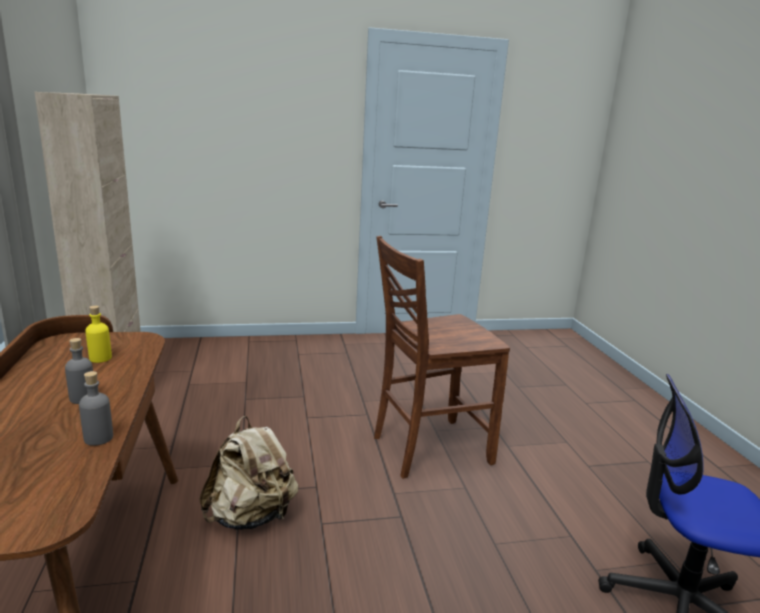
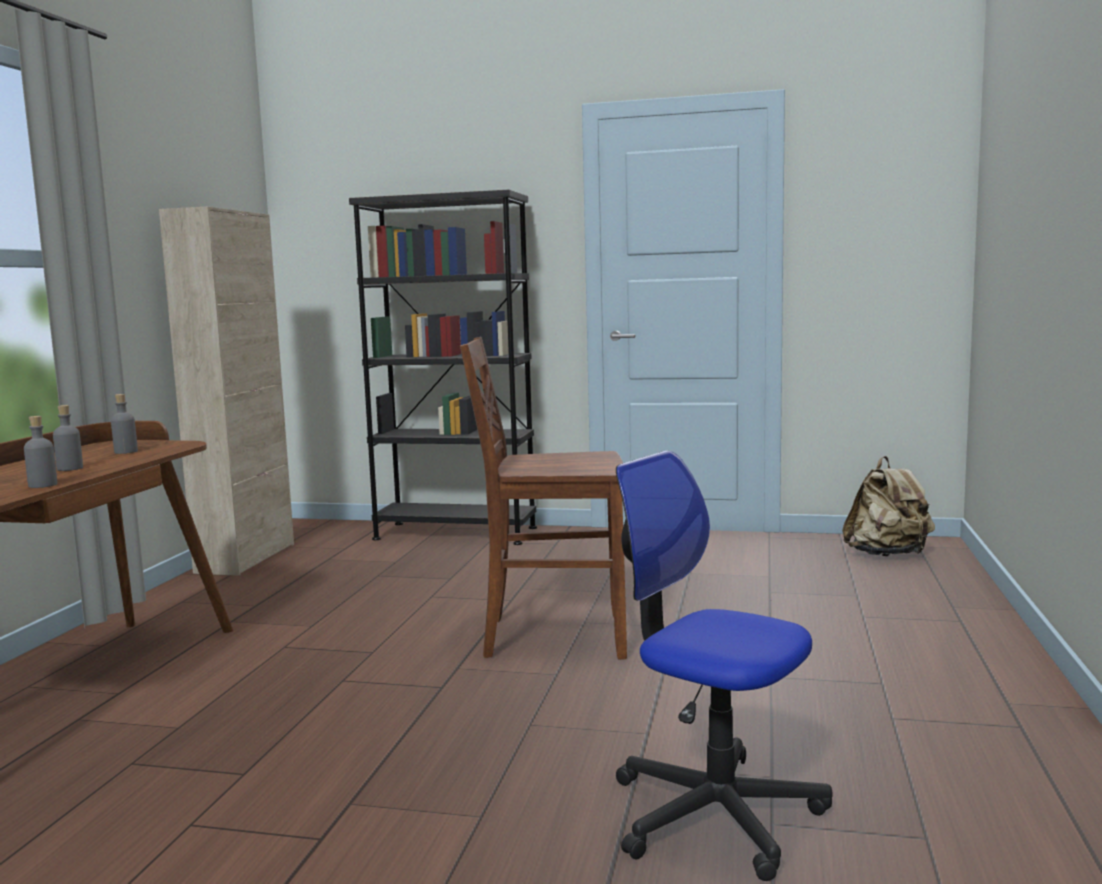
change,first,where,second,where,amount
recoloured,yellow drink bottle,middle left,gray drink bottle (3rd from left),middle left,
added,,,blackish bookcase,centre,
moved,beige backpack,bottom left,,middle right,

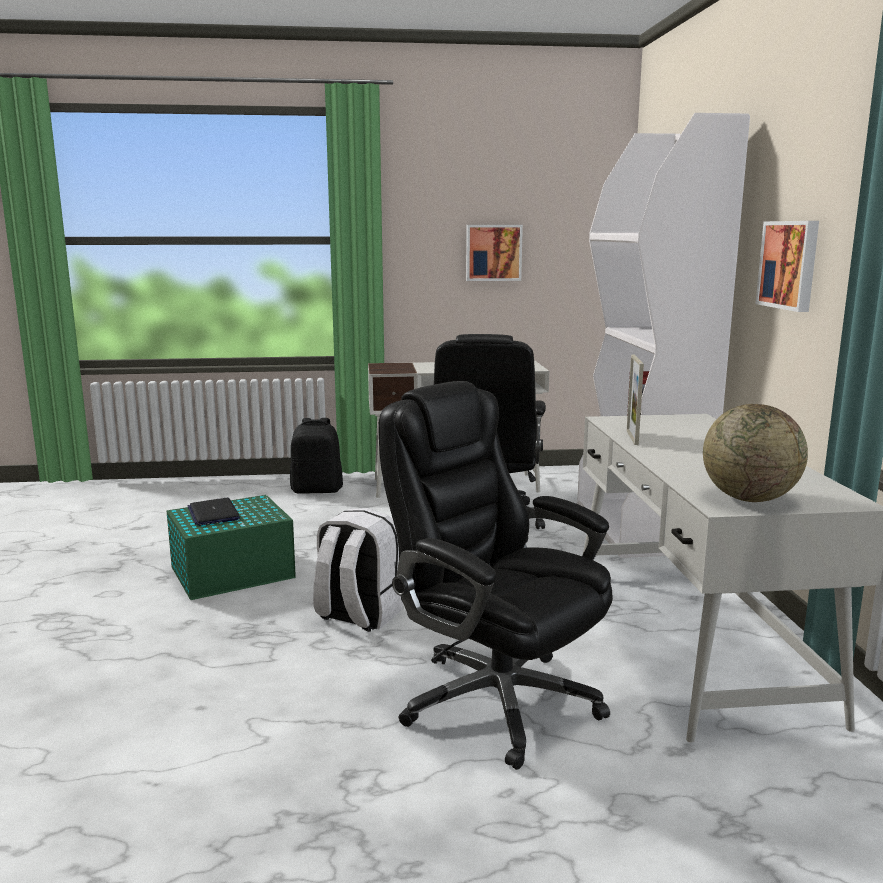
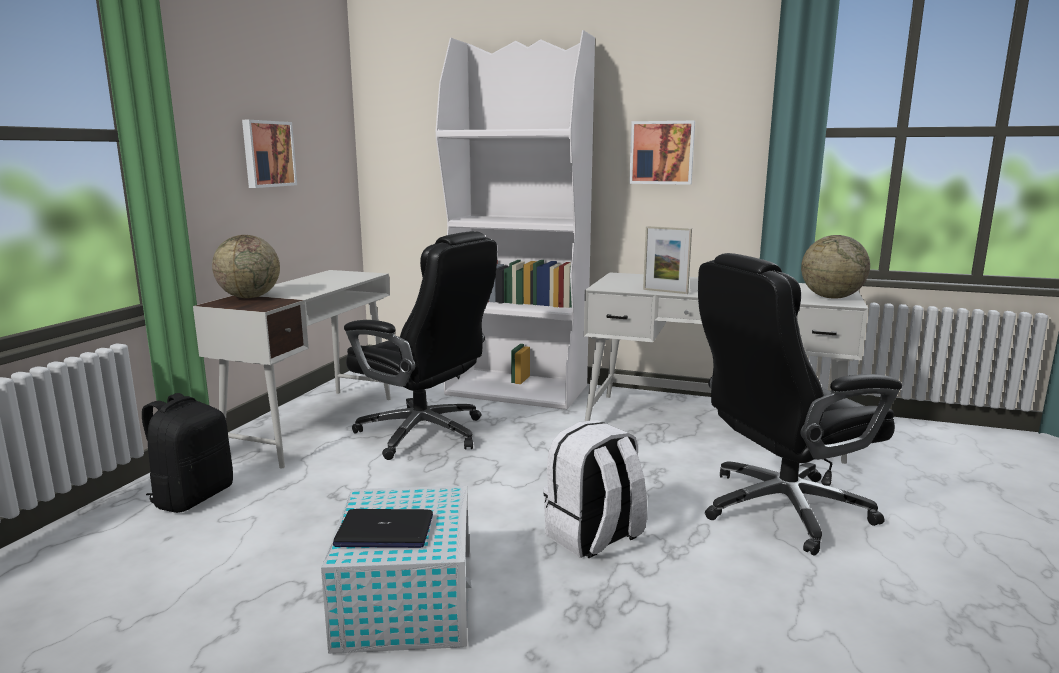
change,first,where,second,where,amount
added,,,world globe (1st from left),middle left,
recoloured,greenish storage container,middle left,whitish storage container,bottom centre,

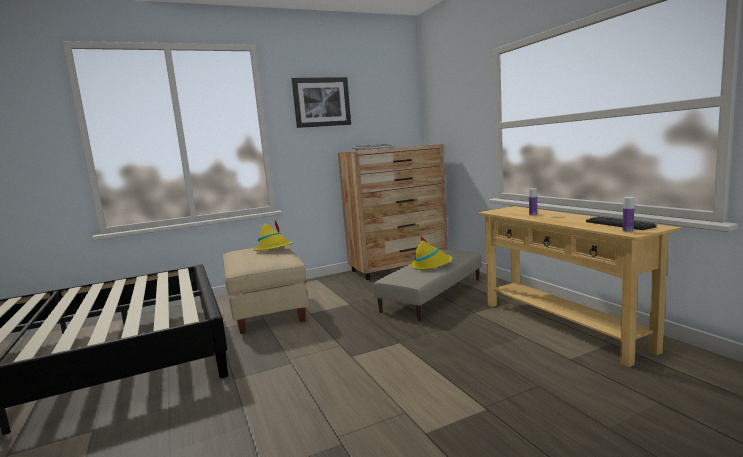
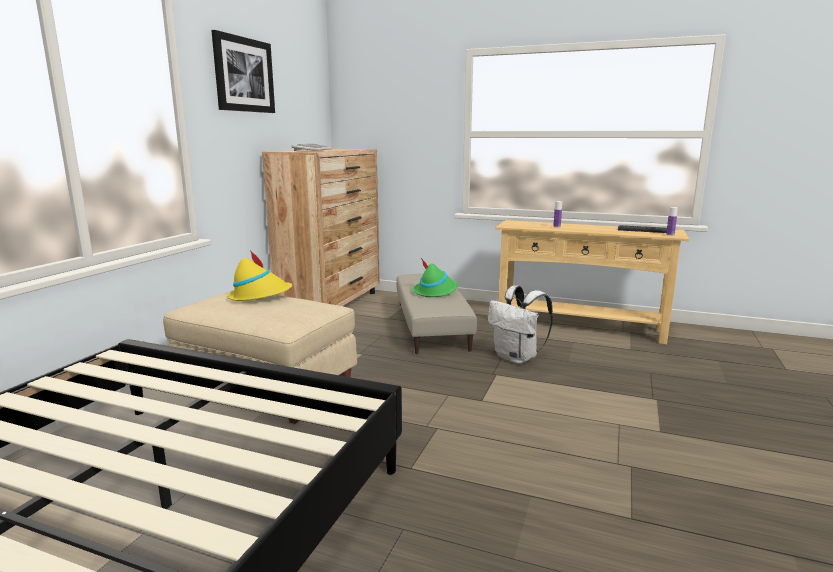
change,first,where,second,where,amount
recoloured,yellow hat (2nd from left),centre,greenish hat,centre,
added,,,whitish backpack,centre,

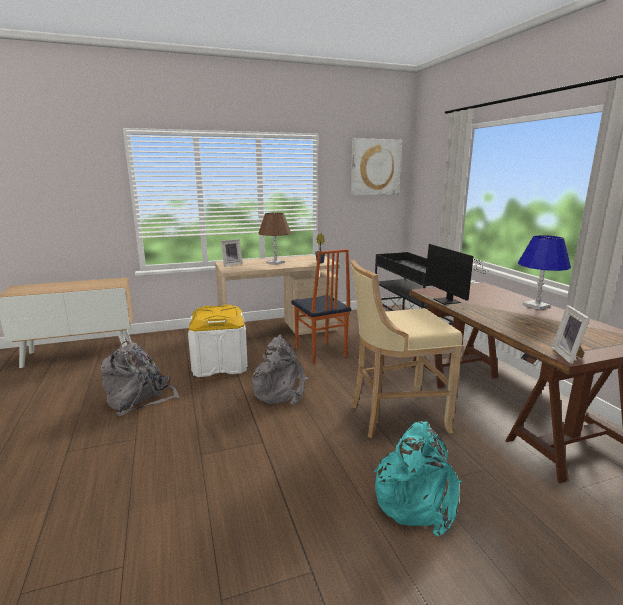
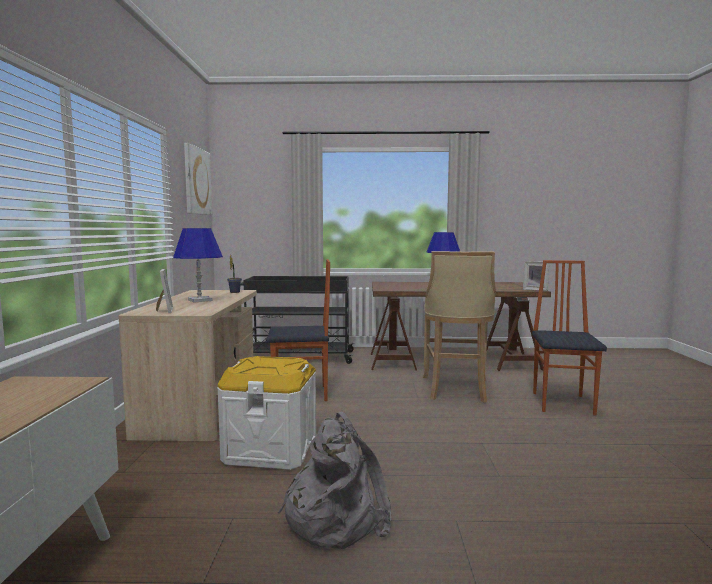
change,first,where,second,where,amount
recoloured,brown tabletop lamp,centre,bluish tabletop lamp (1st from left),middle left,
replaced,blue-green backpack,bottom right,upright chair (2nd from left),middle right,
removed,gray backpack (2nd from left),centre,,,
removed,computer display,middle right,,,

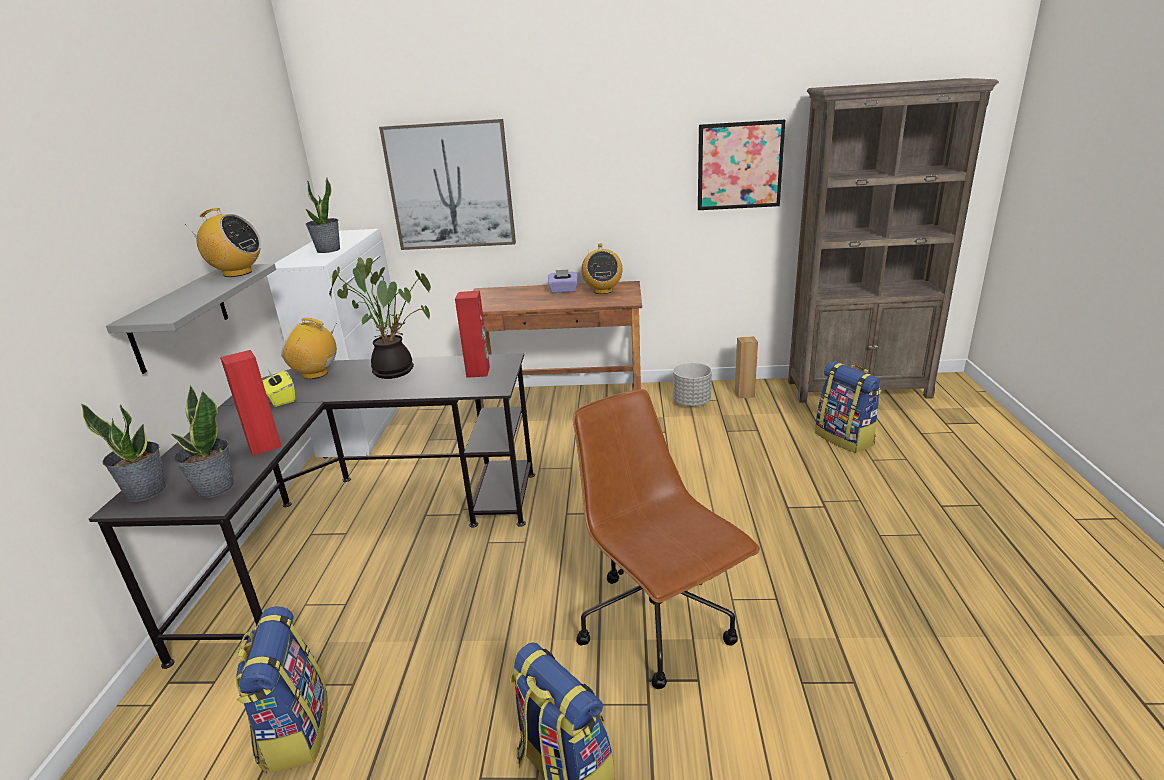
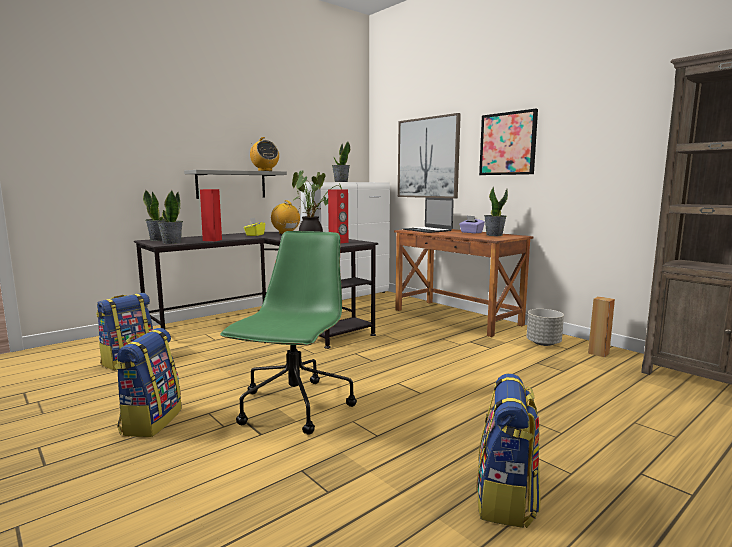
change,first,where,second,where,amount
recoloured,brown office chair,bottom centre,greenish office chair,centre,
added,,,notebook computer,centre,
moved,backpack (3rd from left),middle right,,bottom right,
moved,picture (2nd from left),top centre,,top right,
replaced,radio (3rd from left),centre,houseplant (5th from left),middle right,

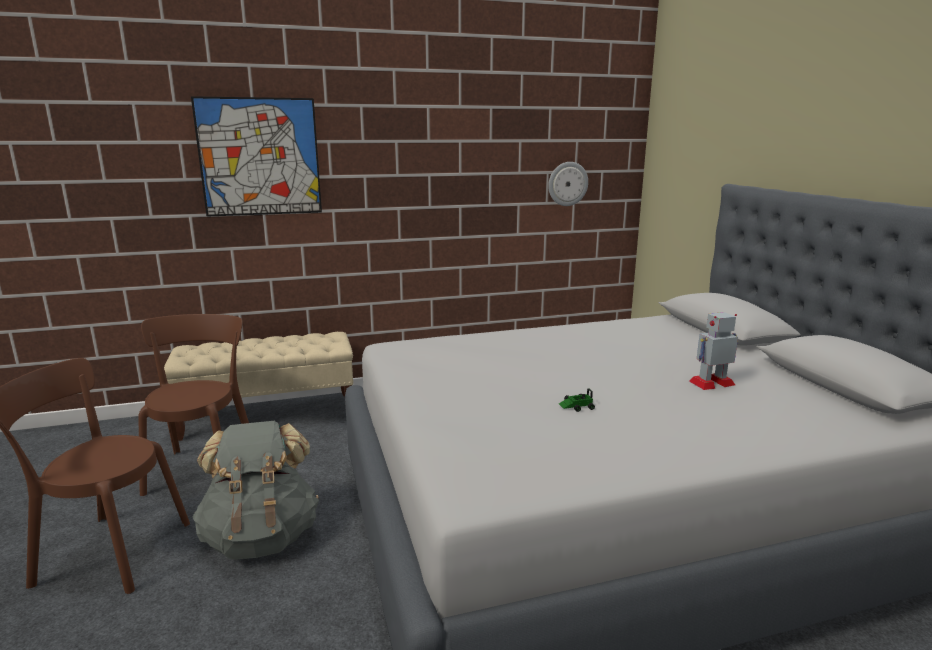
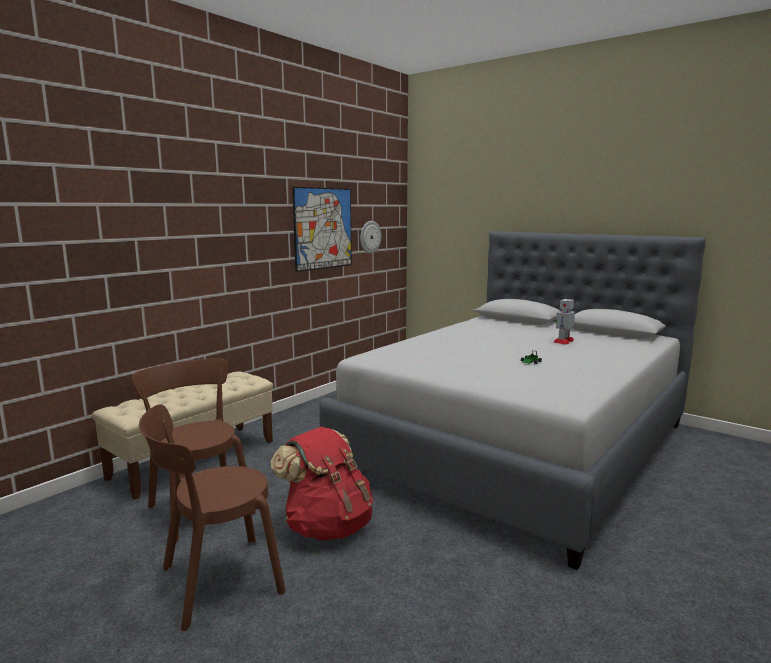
change,first,where,second,where,amount
recoloured,gray backpack,bottom left,reddish backpack,bottom centre,
moved,picture,top left,,centre,

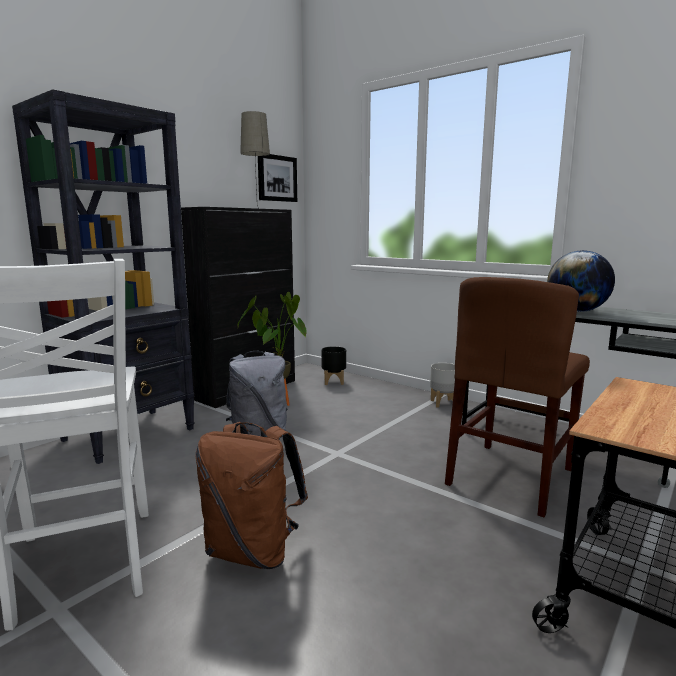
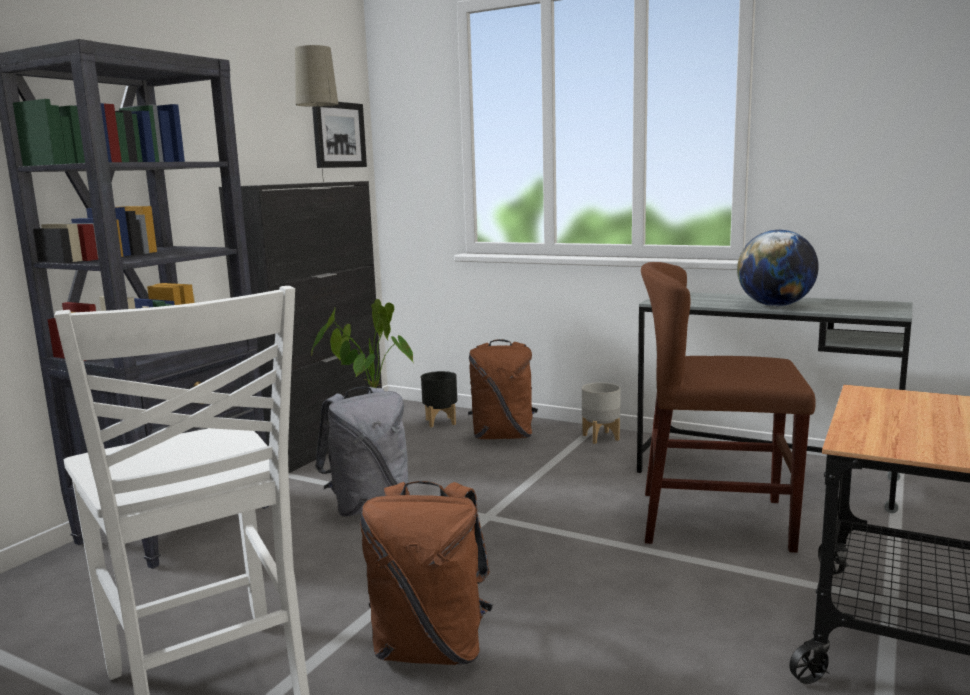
change,first,where,second,where,amount
added,,,brown backpack (2nd from left),centre,
turned,brown upright chair,middle right,,middle right,75 degrees clockwise

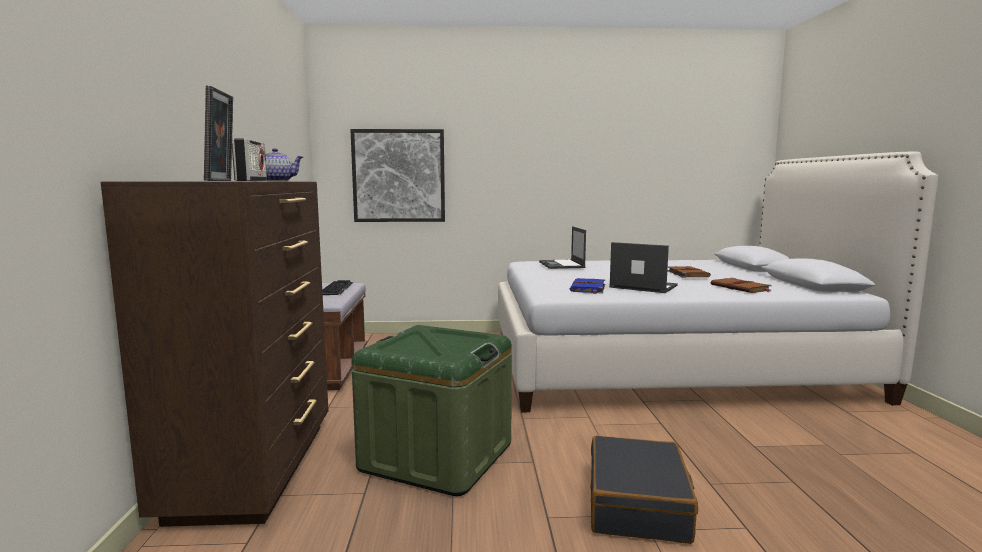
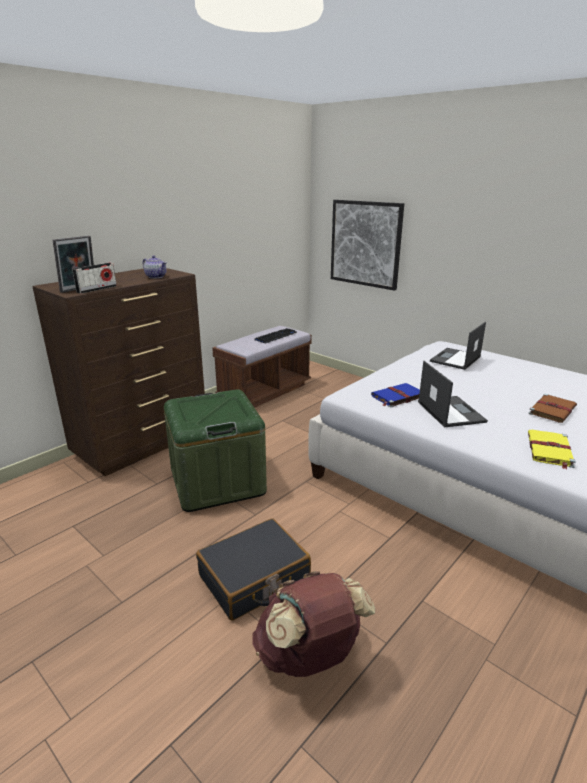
change,first,where,second,where,amount
added,,,brown backpack,bottom centre,
recoloured,brown volume (2nd from left),middle right,yellow volume,middle right,

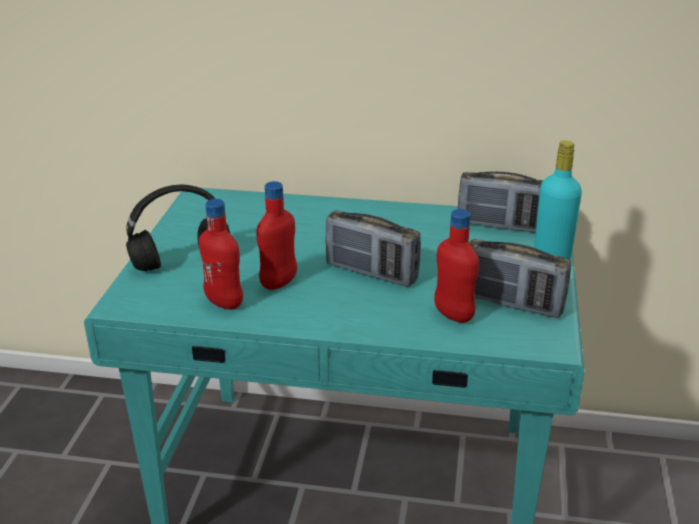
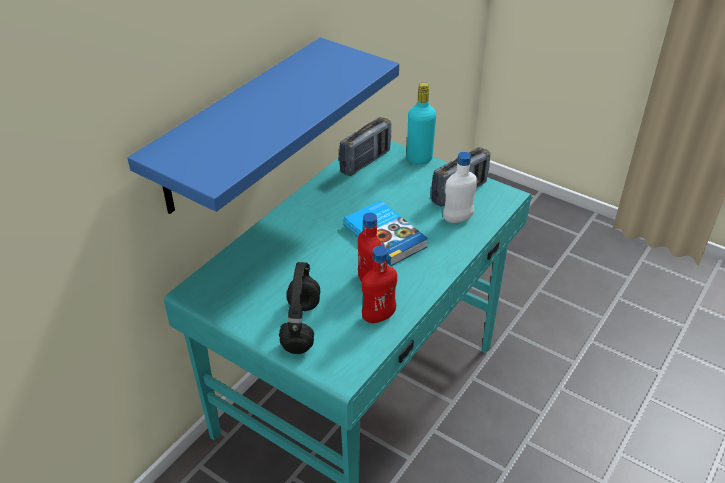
change,first,where,second,where,amount
added,,,bluish bracket shelf,top centre,
replaced,radio (1st from left),centre,volume,centre,
recoloured,reddish drink bottle (3rd from left),centre,whitish drink bottle,centre,

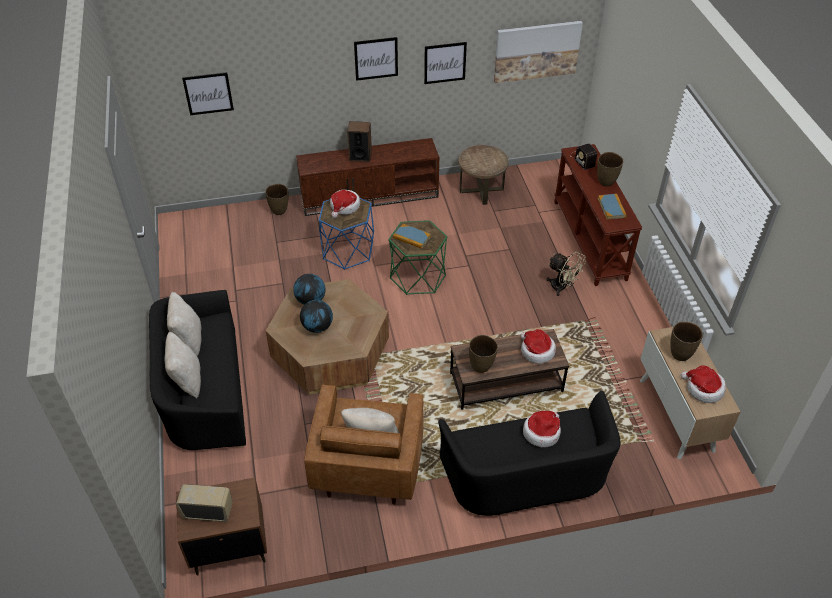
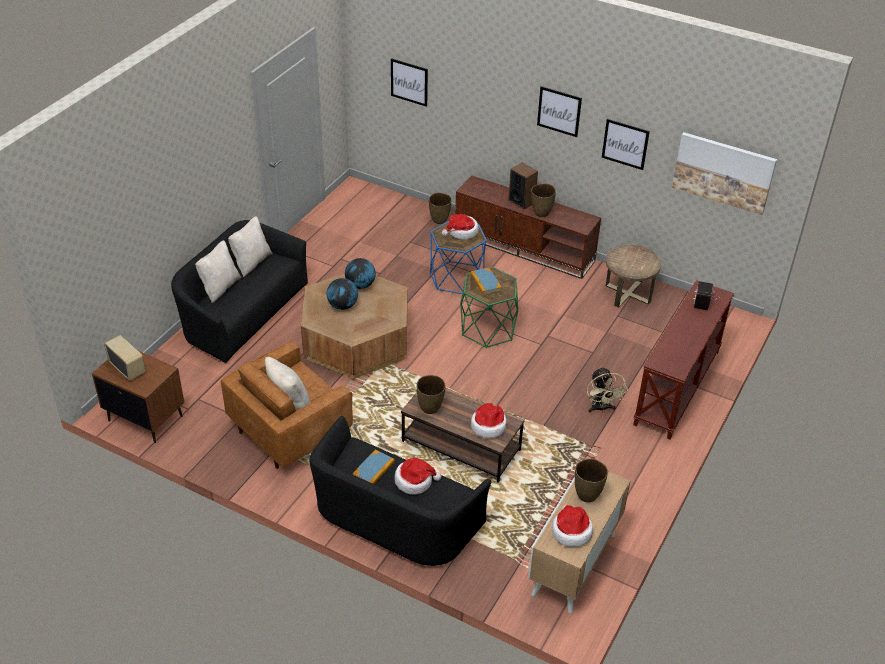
change,first,where,second,where,amount
moved,volume (2nd from left in the first image),middle right,volume (1st from left),bottom centre,
moved,brown flower vase (3rd from left),top right,,top centre,

